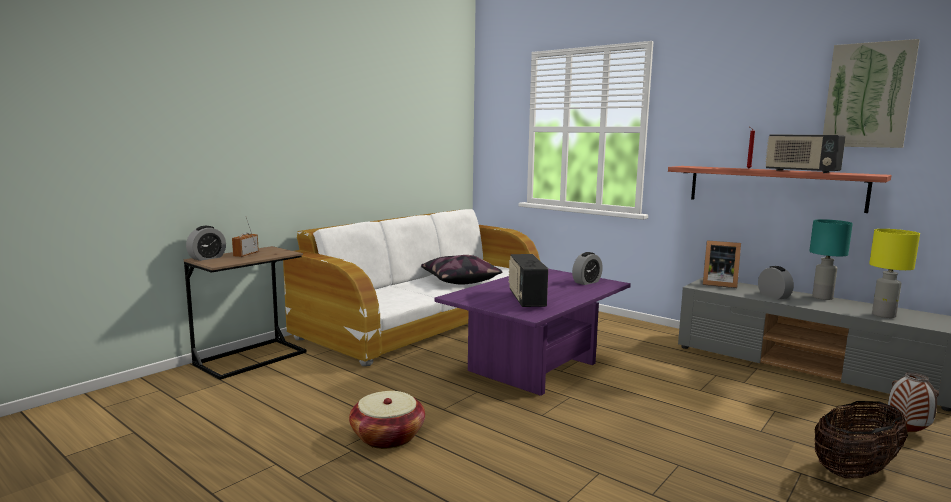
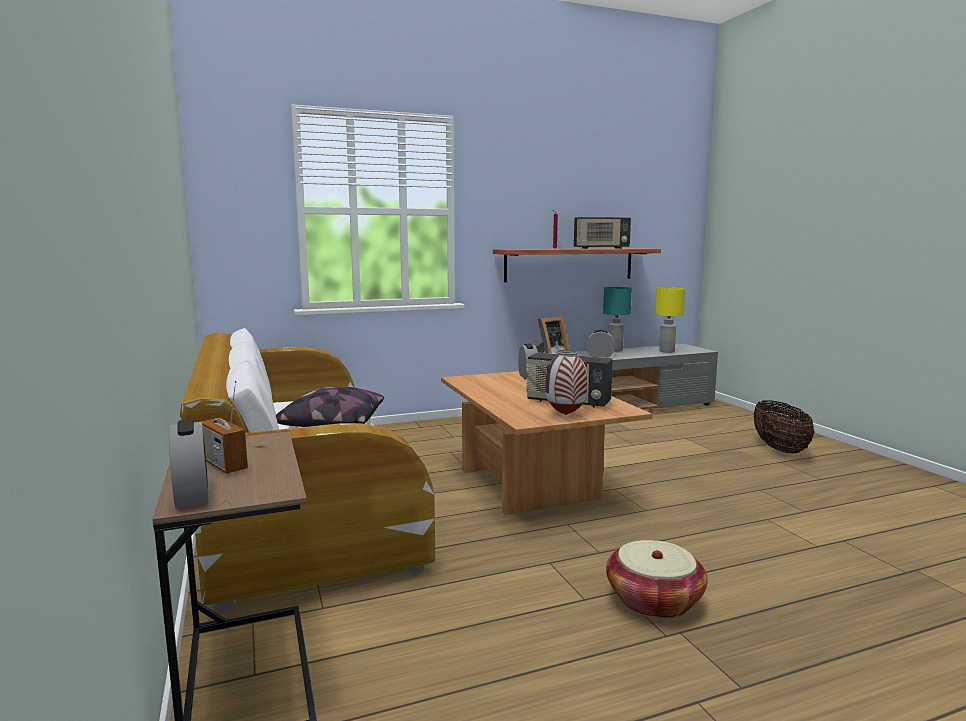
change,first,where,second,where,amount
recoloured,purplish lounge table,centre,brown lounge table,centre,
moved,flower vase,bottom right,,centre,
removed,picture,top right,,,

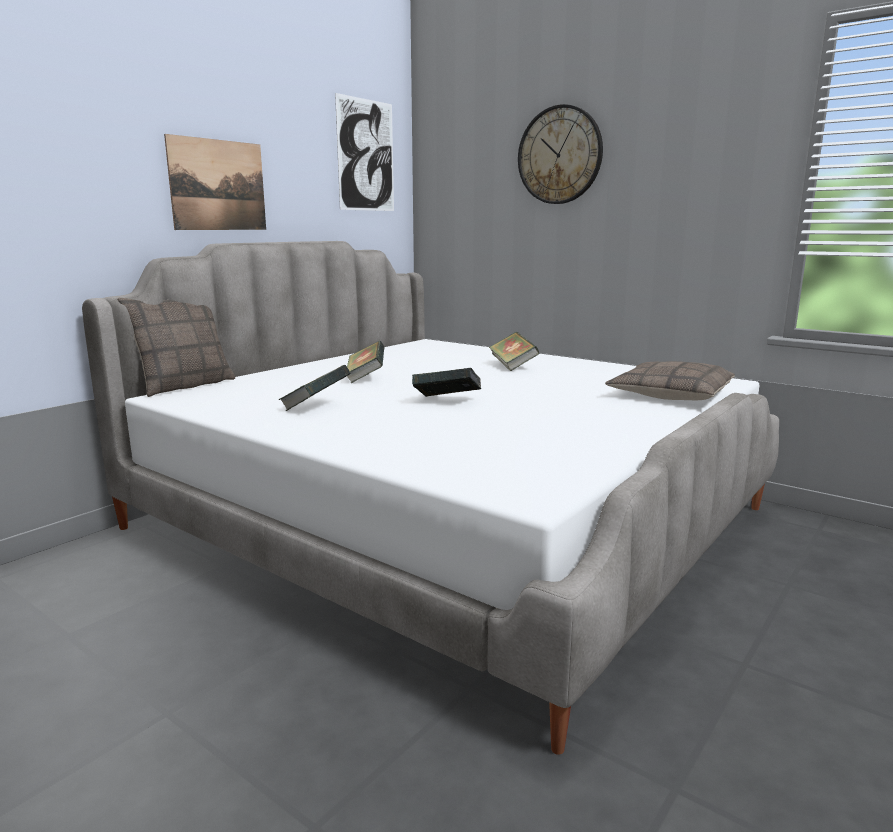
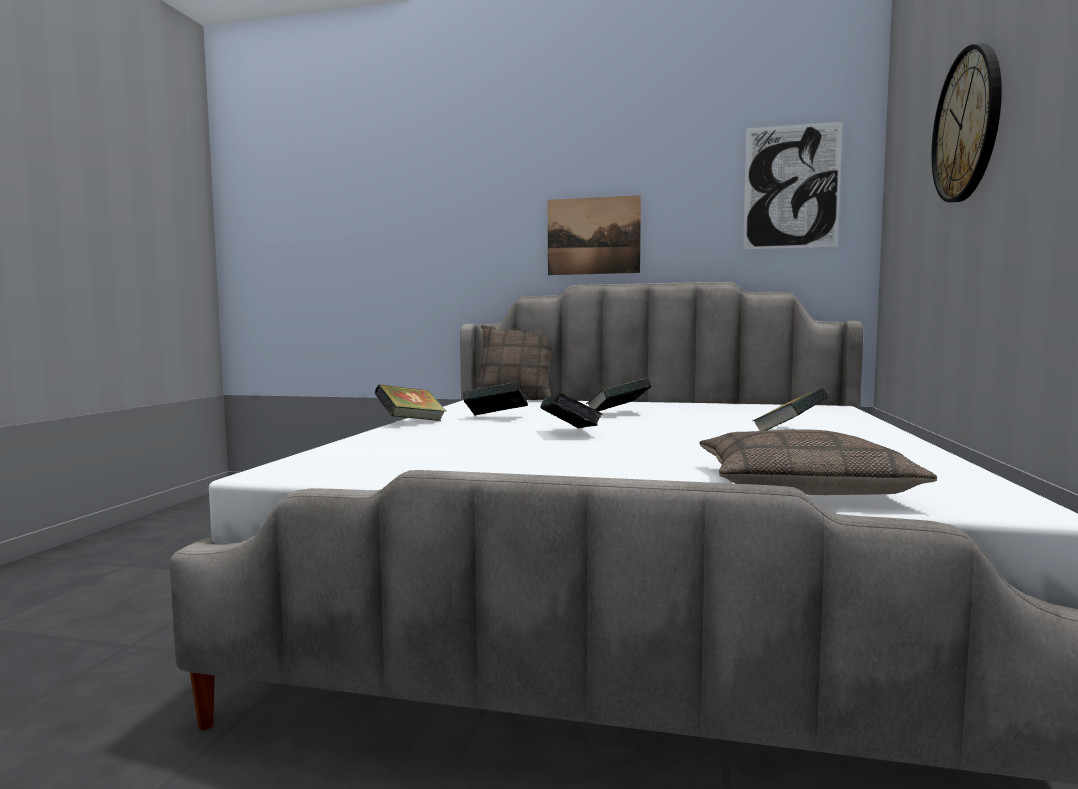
change,first,where,second,where,amount
added,,,volume (1st from left),centre,

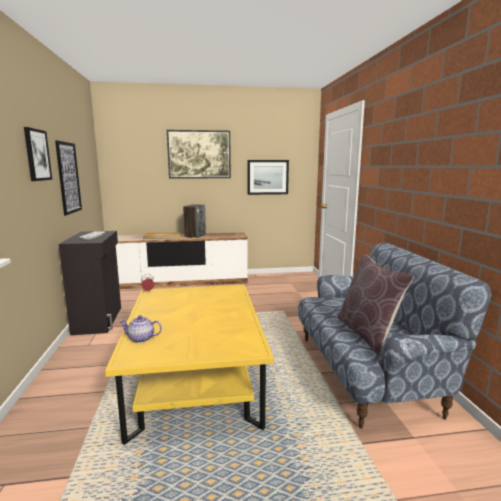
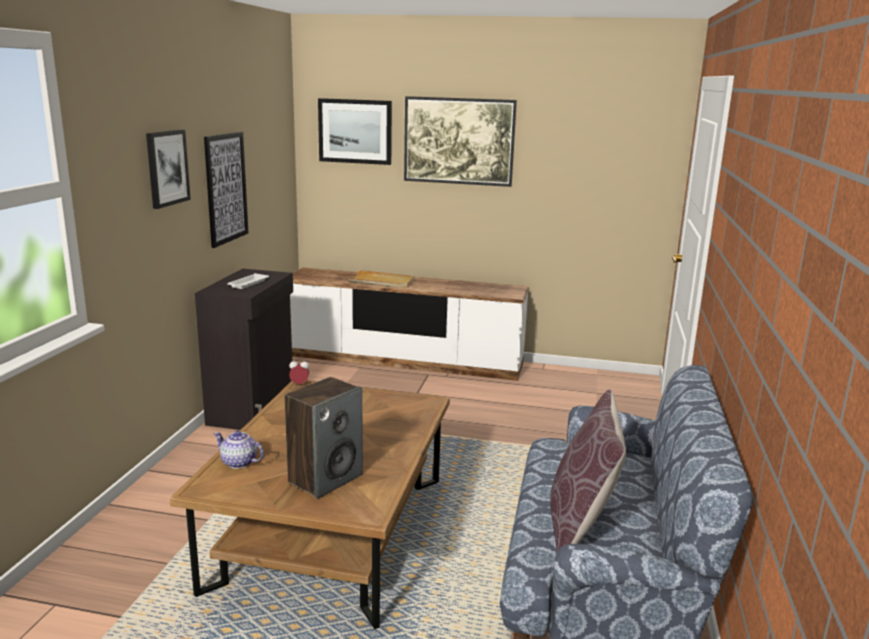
change,first,where,second,where,amount
recoloured,yellow lounge table,bottom centre,brown lounge table,bottom centre,
moved,speaker,centre,,bottom centre,
moved,picture (4th from left in the first image),centre,picture (3rd from left),top centre,

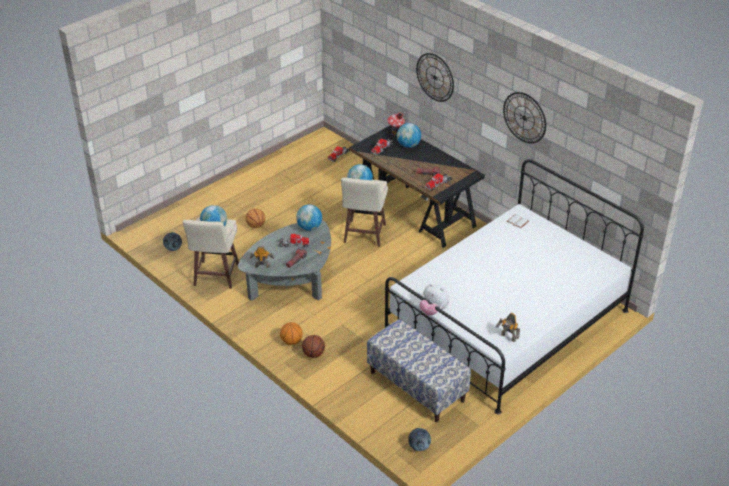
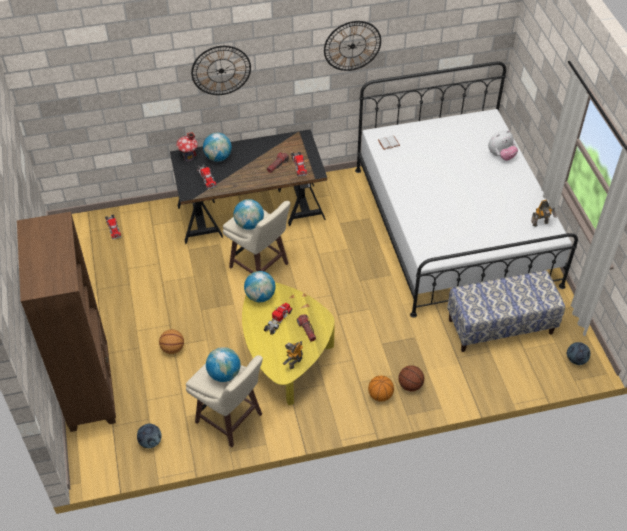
change,first,where,second,where,amount
added,,,brown bookcase,middle left,
recoloured,gray lounge table,centre,yellow lounge table,centre,
moved,cuddly toy,centre,,top right,

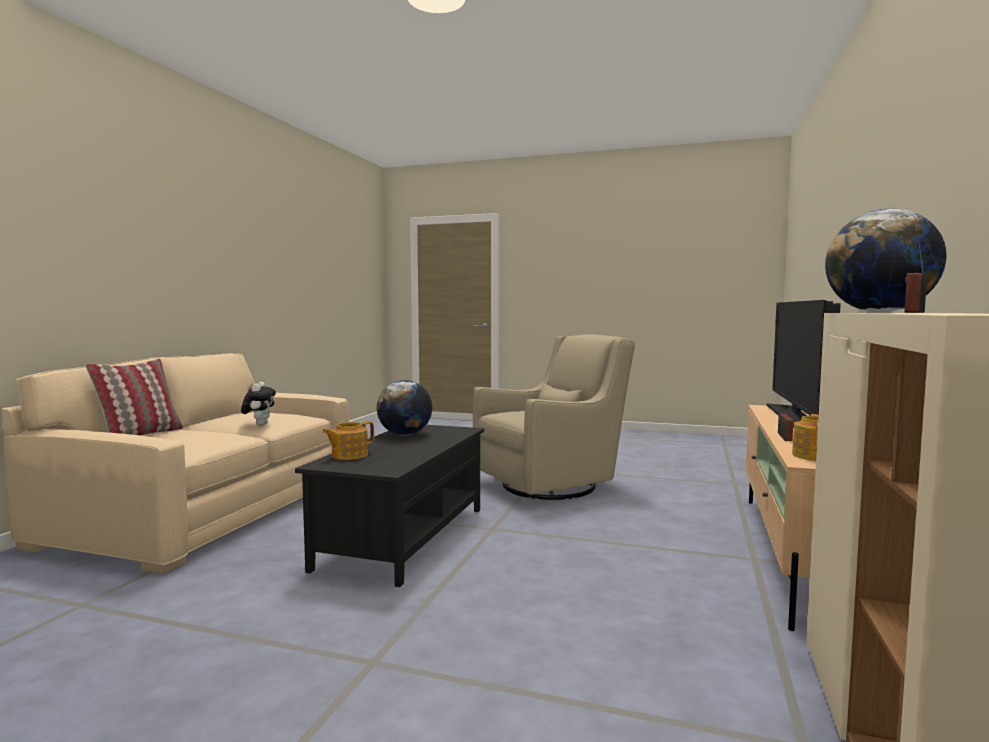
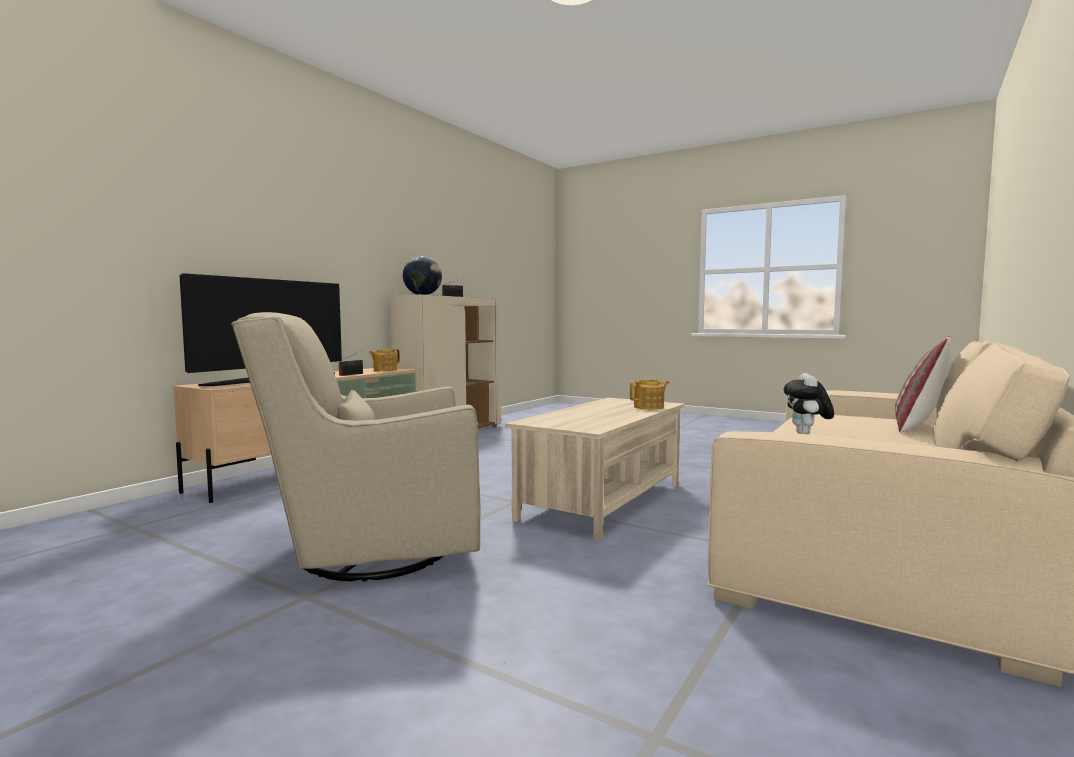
change,first,where,second,where,amount
recoloured,blackish lounge table,bottom centre,beige lounge table,centre,
removed,world globe (1st from left),centre,,,

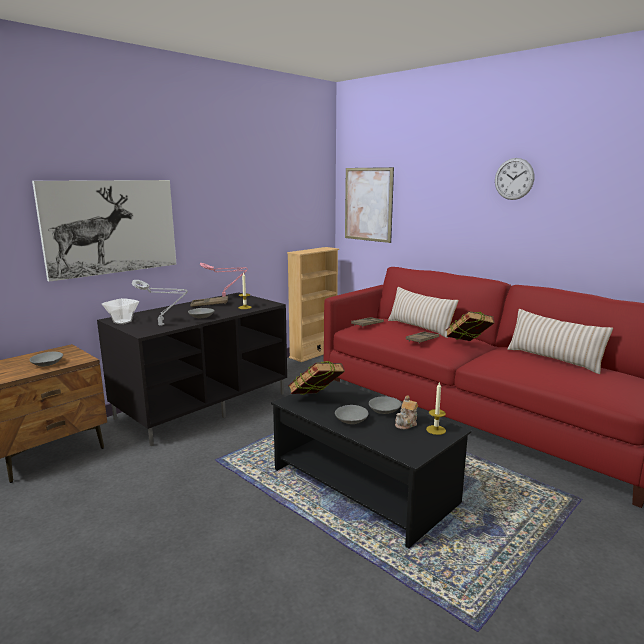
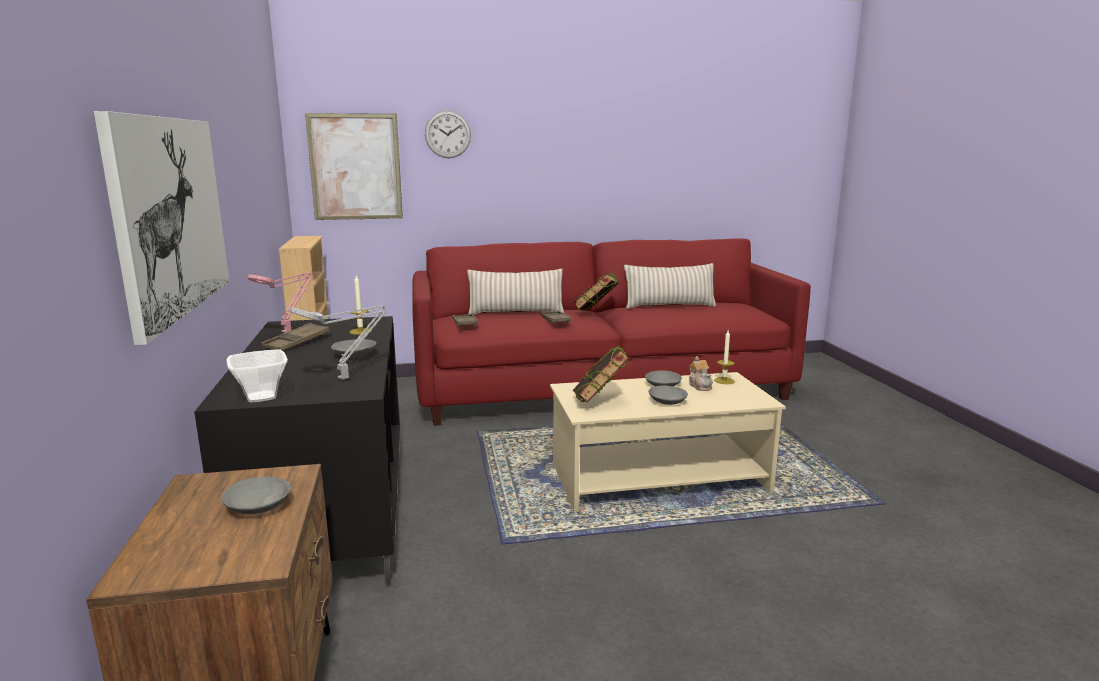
change,first,where,second,where,amount
moved,wall clock,top right,,top centre,
recoloured,blackish lounge table,bottom centre,beige lounge table,centre,

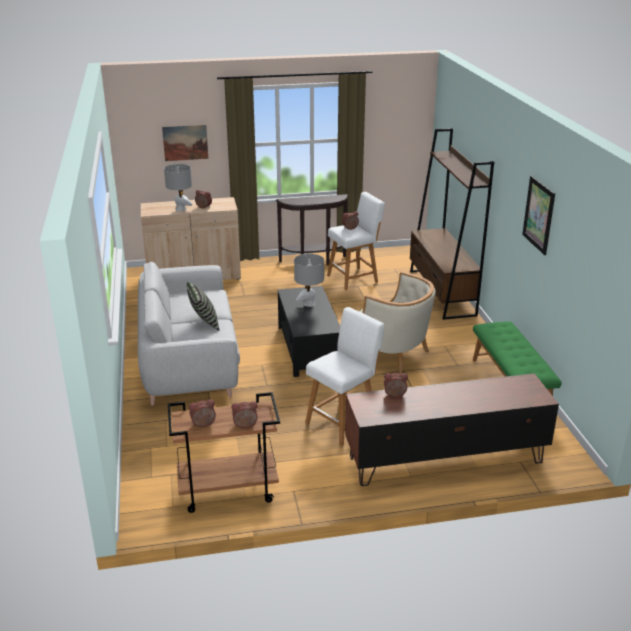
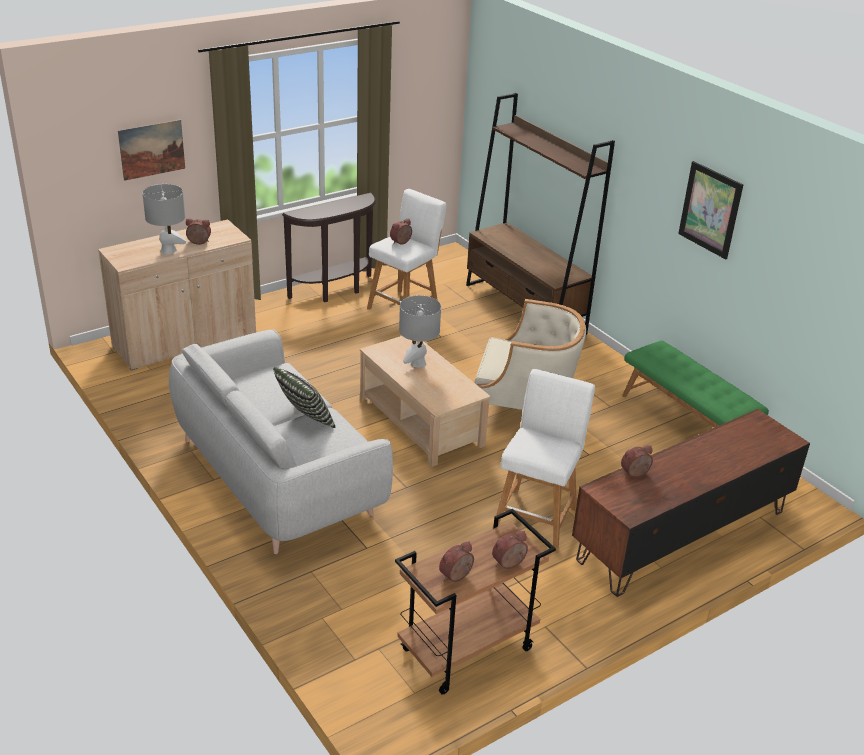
change,first,where,second,where,amount
recoloured,blackish lounge table,centre,beige lounge table,centre,

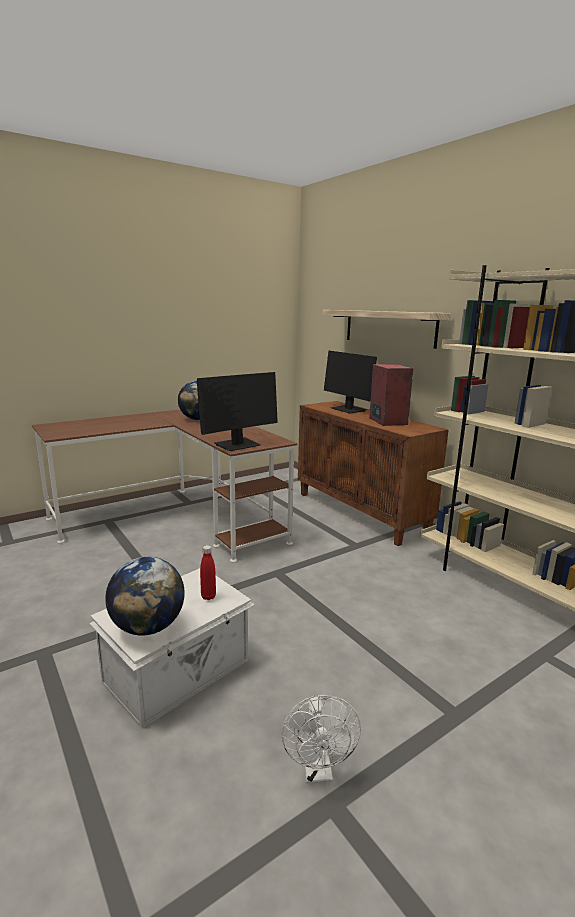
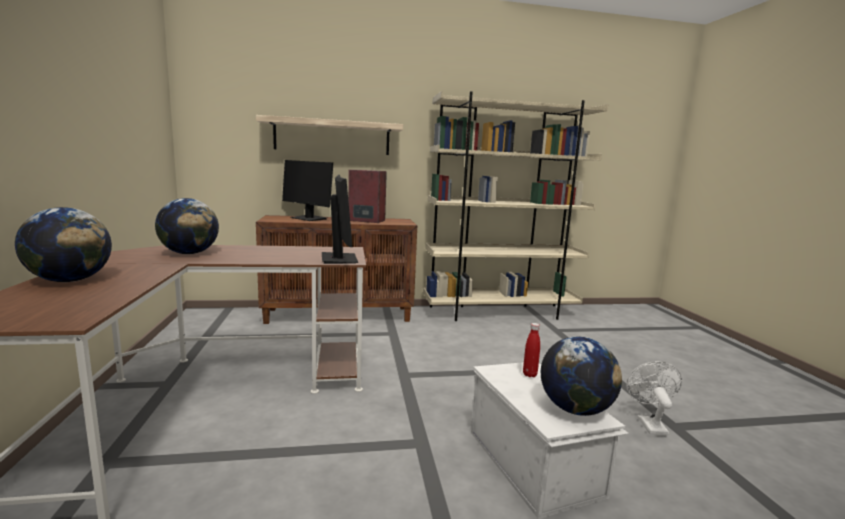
change,first,where,second,where,amount
added,,,world globe (1st from left),middle left,
turned,computer display (2nd from left in the first image),centre,computer display (1st from left),centre,45 degrees clockwise
turned,whitish fan,bottom centre,,bottom right,105 degrees counterclockwise

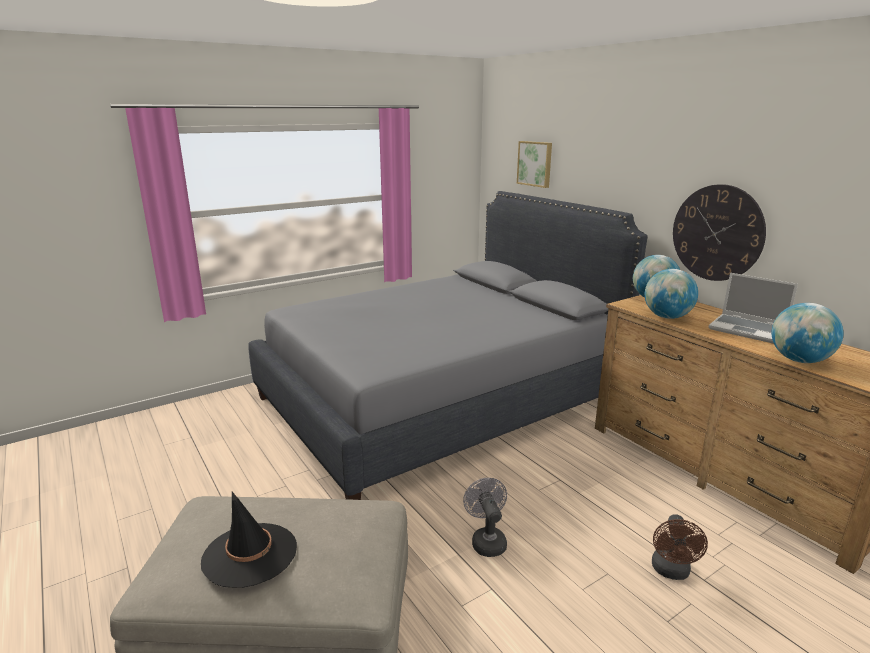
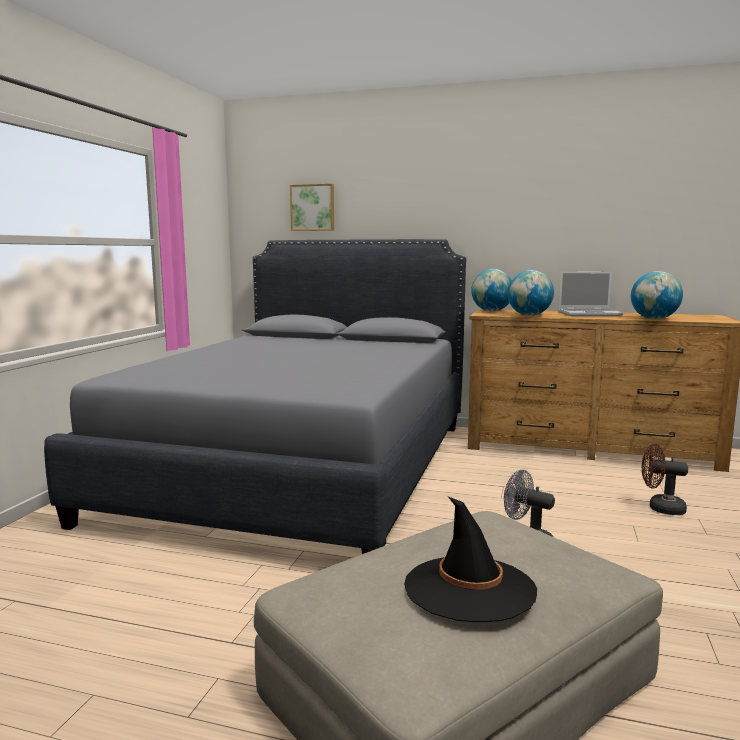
change,first,where,second,where,amount
turned,brown fan,bottom right,,middle right,135 degrees clockwise
removed,wall clock,middle right,,,

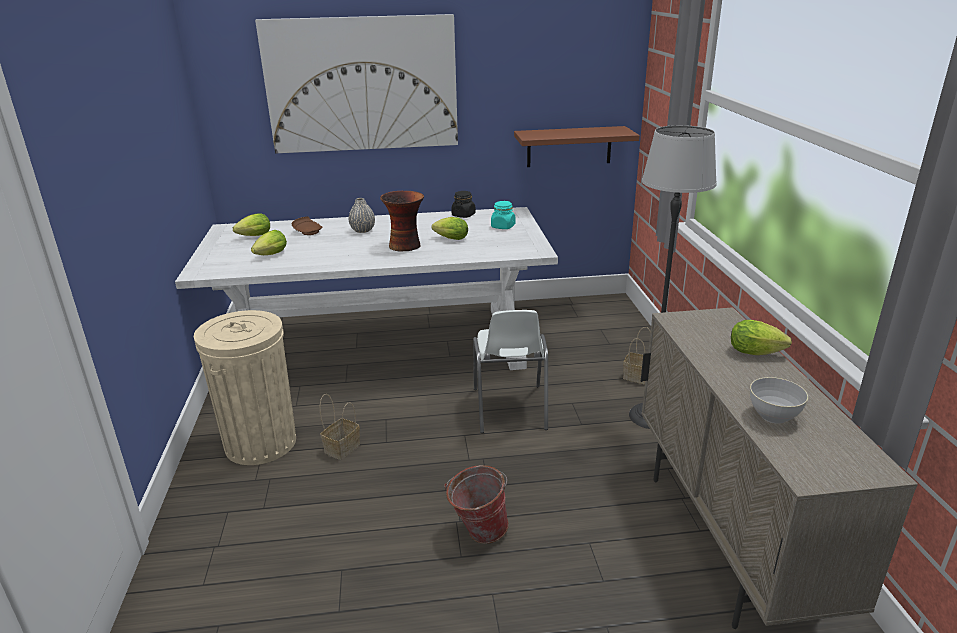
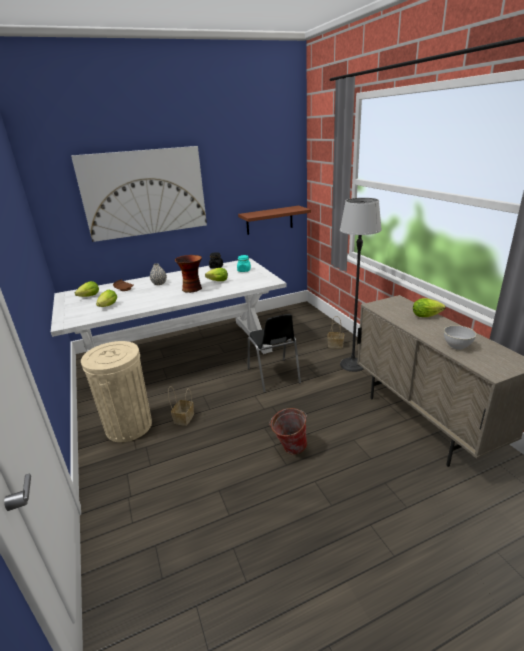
change,first,where,second,where,amount
recoloured,whitish upright chair,centre,blackish upright chair,centre,

